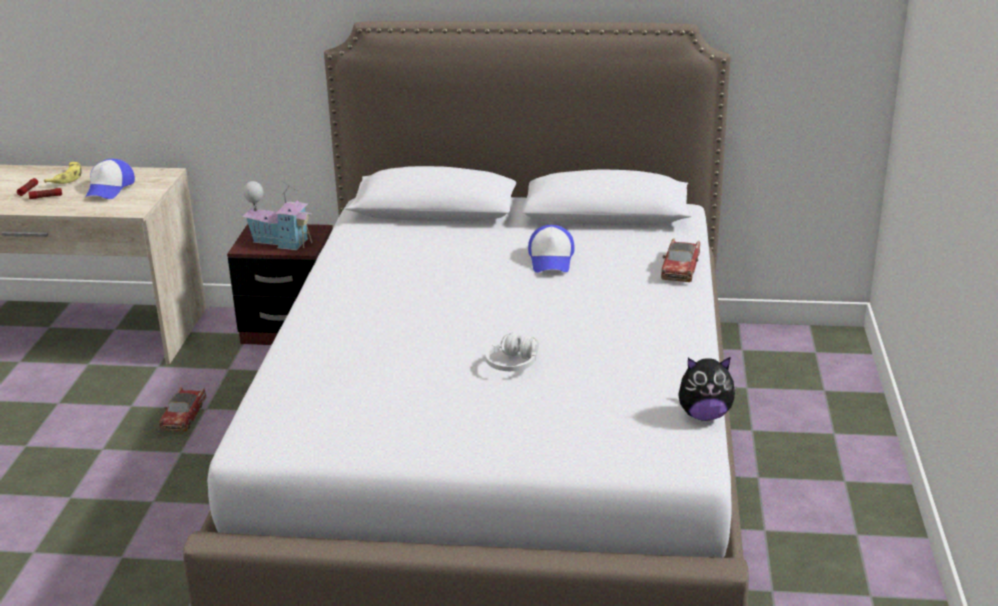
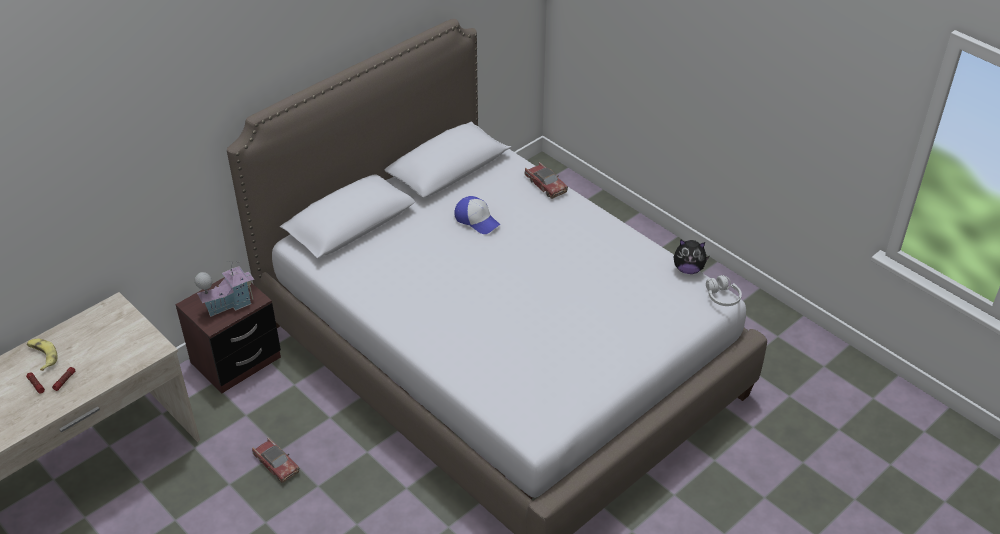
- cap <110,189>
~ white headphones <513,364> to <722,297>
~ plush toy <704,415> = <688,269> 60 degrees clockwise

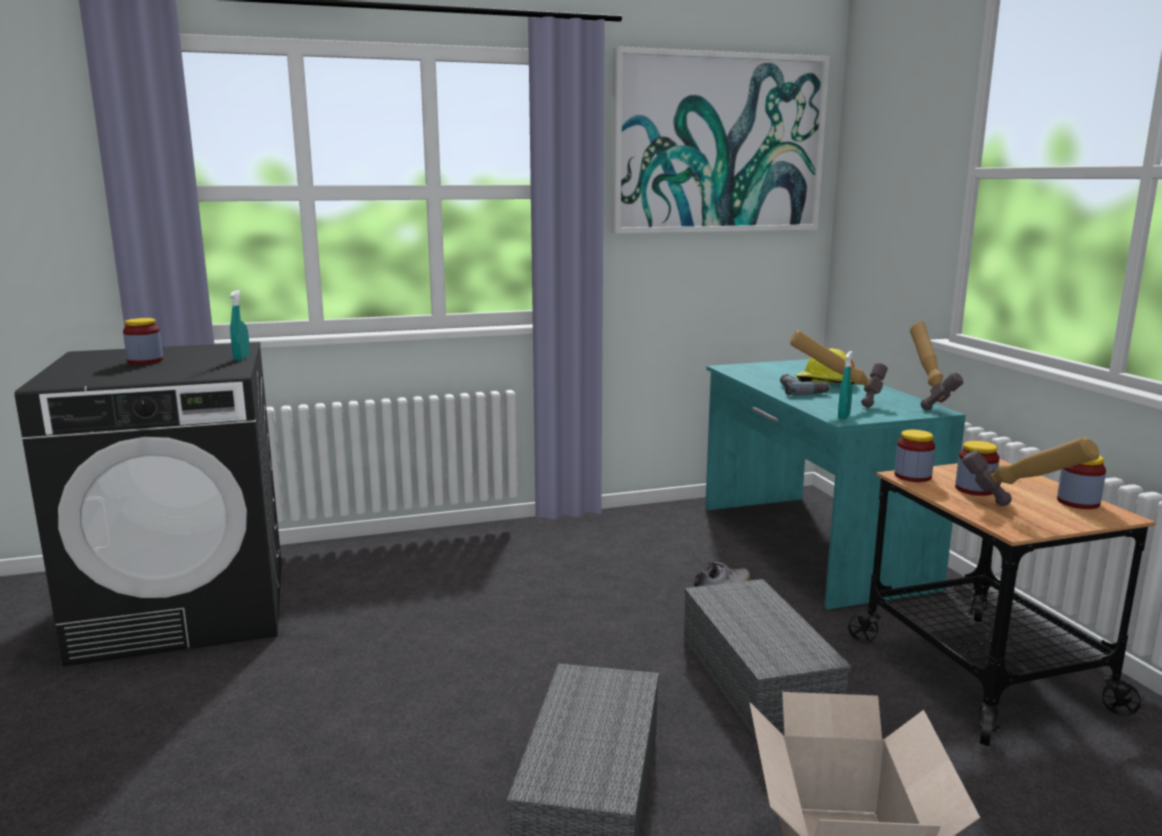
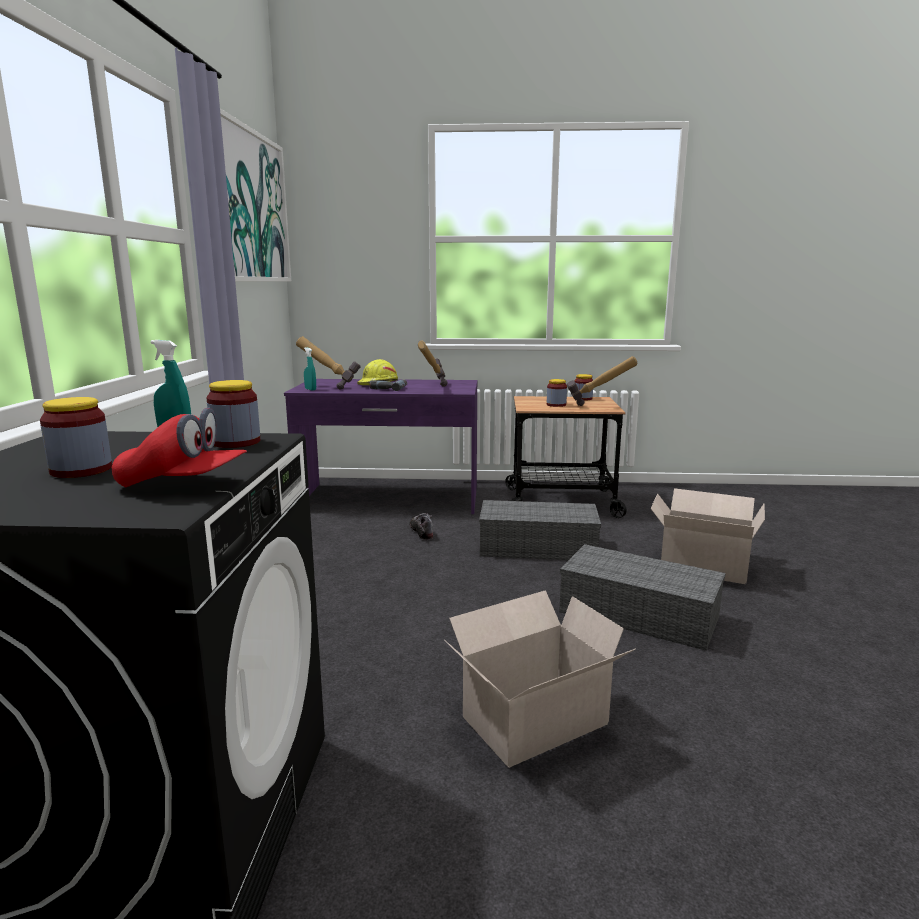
+ red cap <183,484>
+ cardboard box <531,721>
~ turquoise spray bottle <843,417> to <310,389>
~ jar <912,476> to <236,442>
~ hammer <929,403> to <329,387>
~ turquoise desk <809,545> to purple desk <389,498>

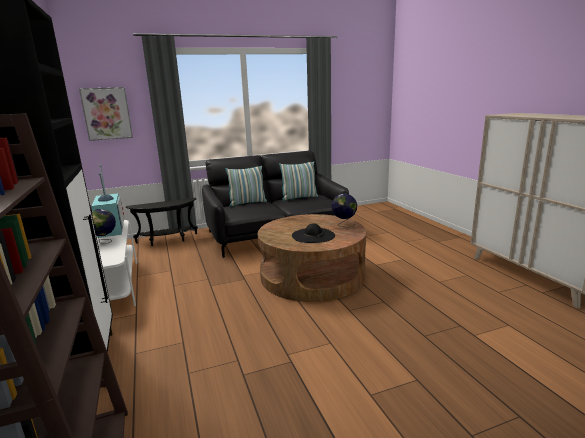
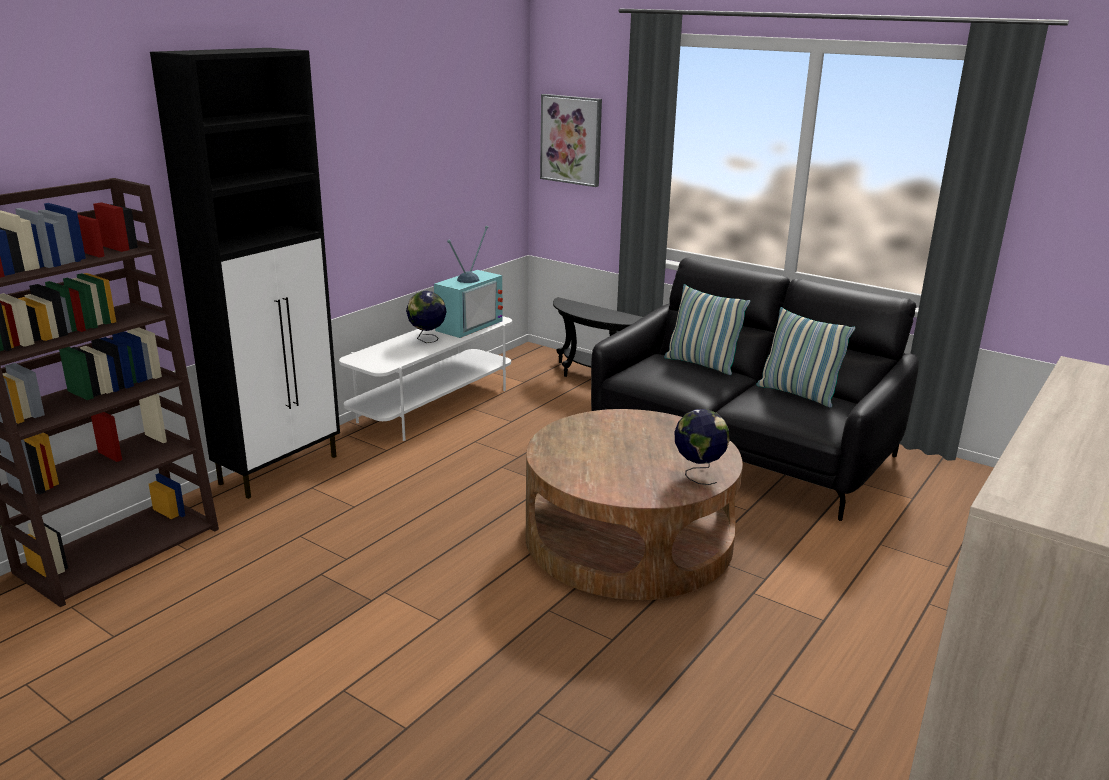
- black hat <313,235>

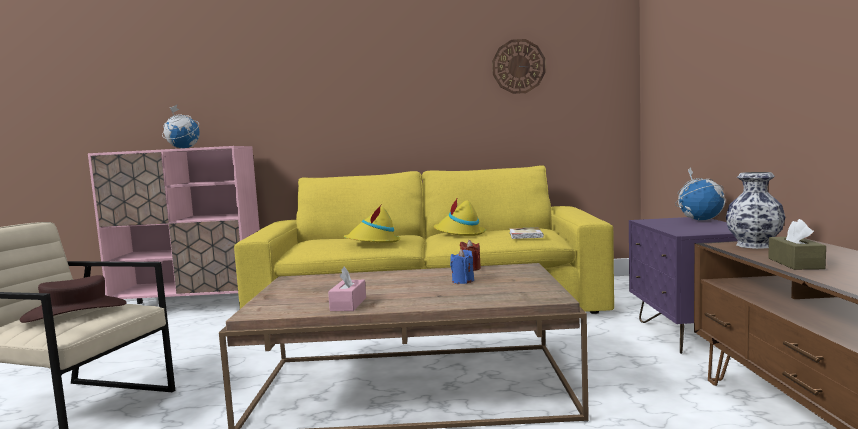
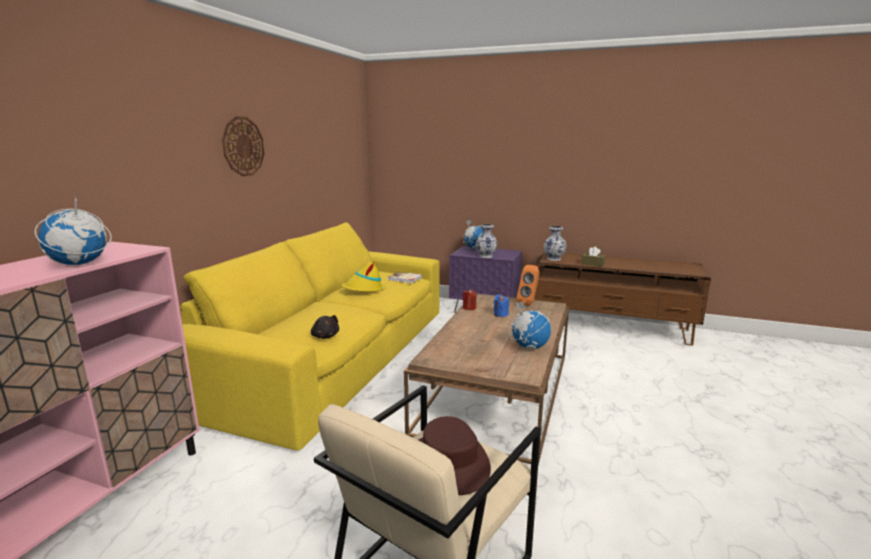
- yellow hat <373,242>
+ black plush toy <325,336>
+ vase <485,256>
+ orange speaker <529,303>
~ wall clock <518,66> to <243,146>
~ pink tissue box <348,304> to globe <529,347>

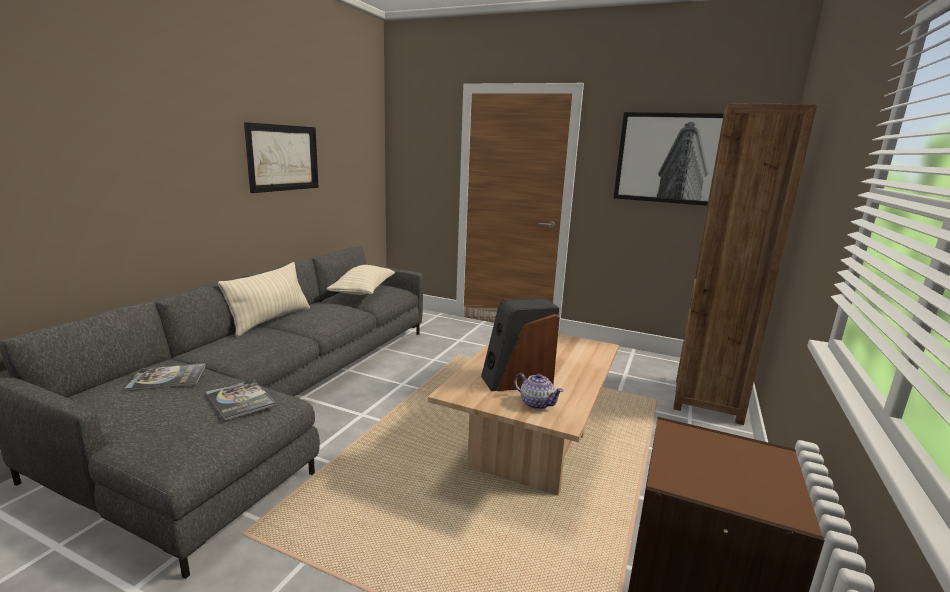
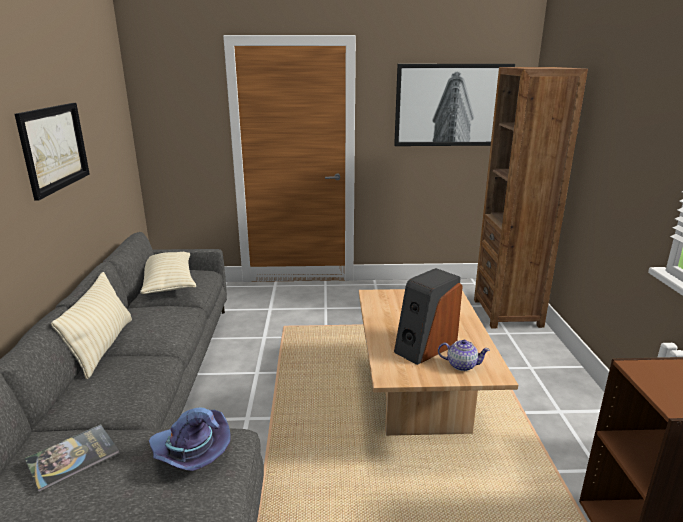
~ book <240,400> to purple hat <190,453>

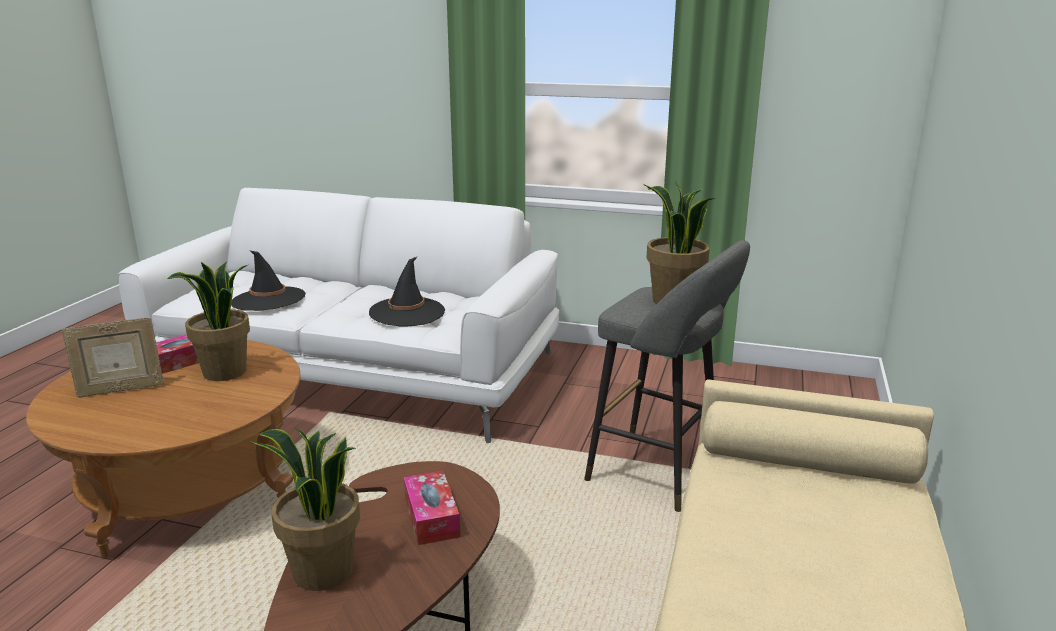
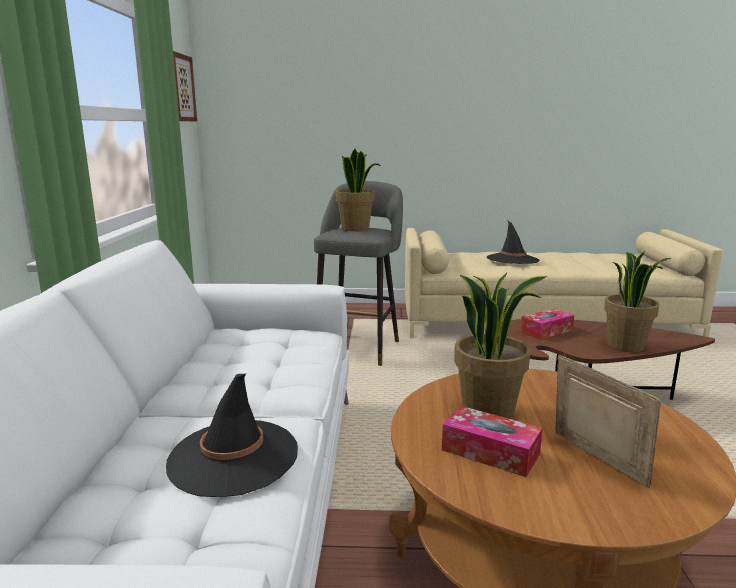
+ picture <180,88>
~ black hat <407,312> to <512,259>

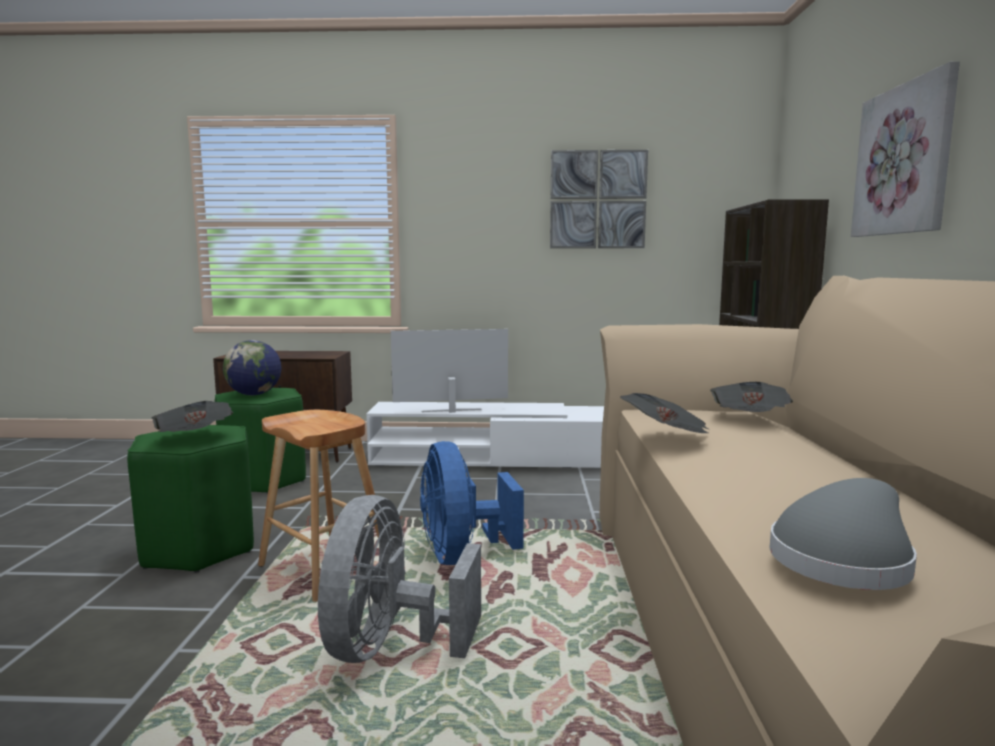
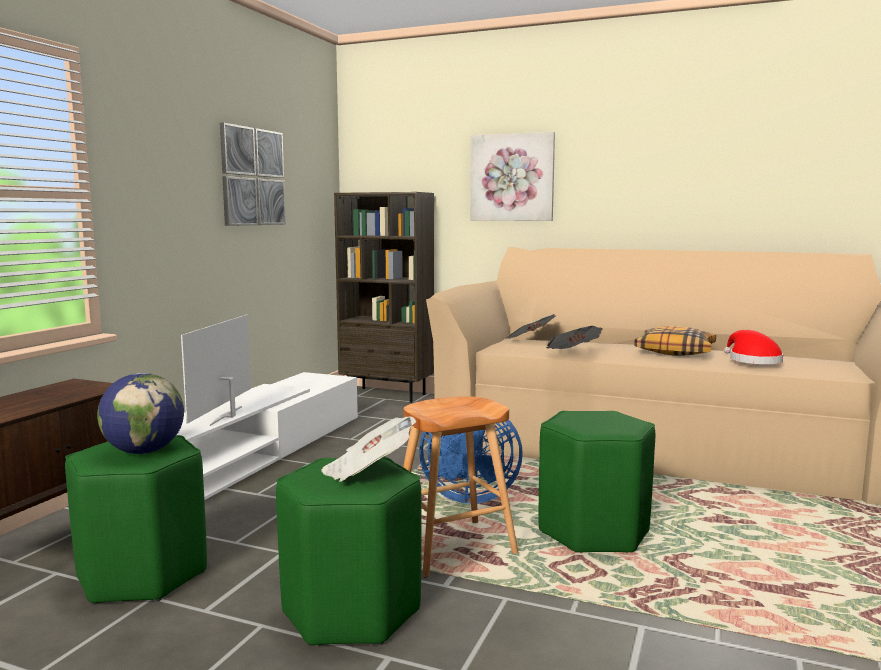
+ pillow <675,351>
~ grey fan <389,647> to green stool <595,532>
~ grey hat <843,559> to red hat <752,360>

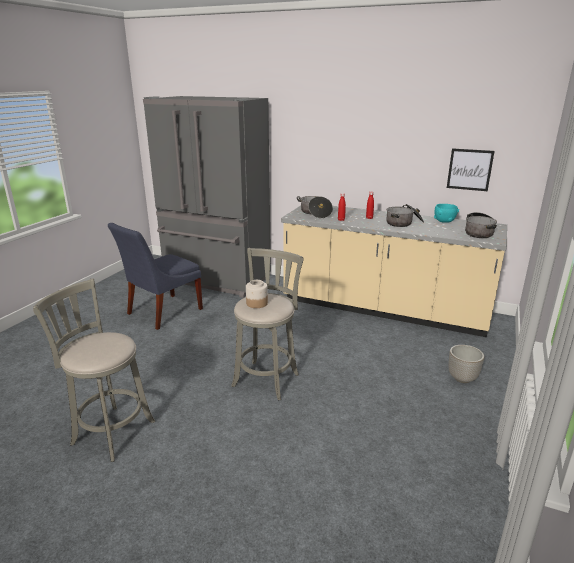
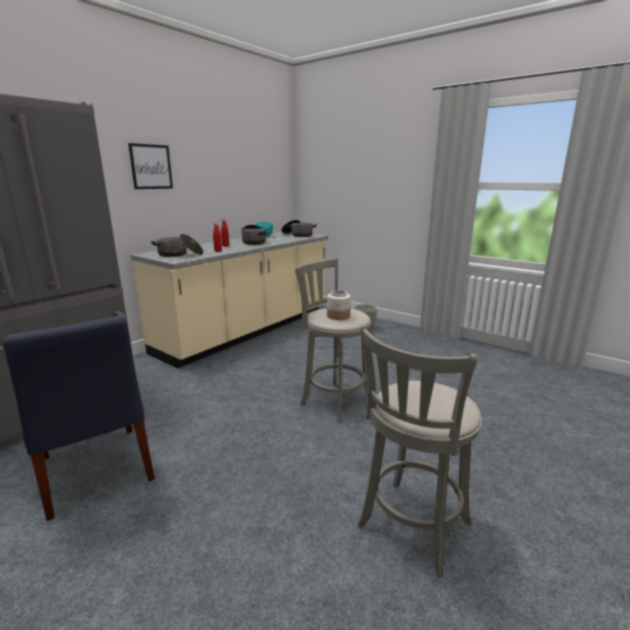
~ picture <469,169> to <151,167>

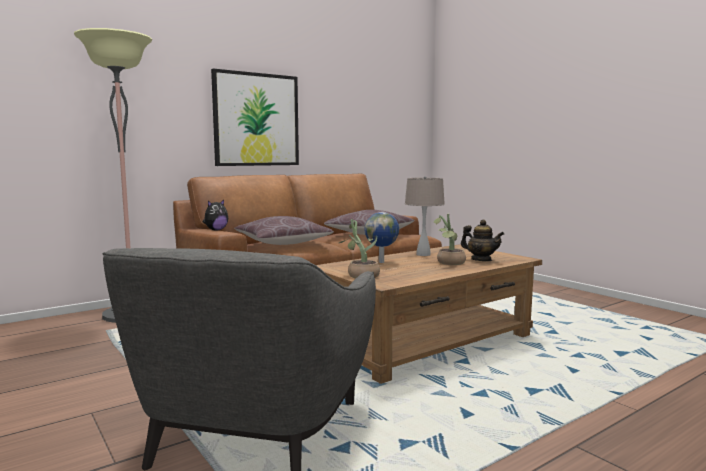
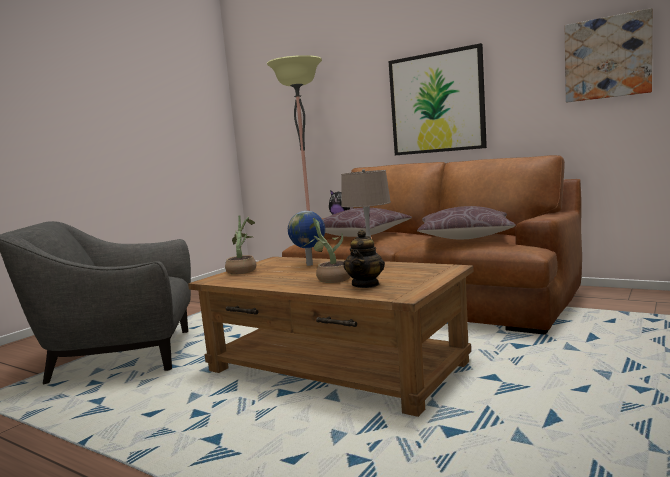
+ picture <607,58>

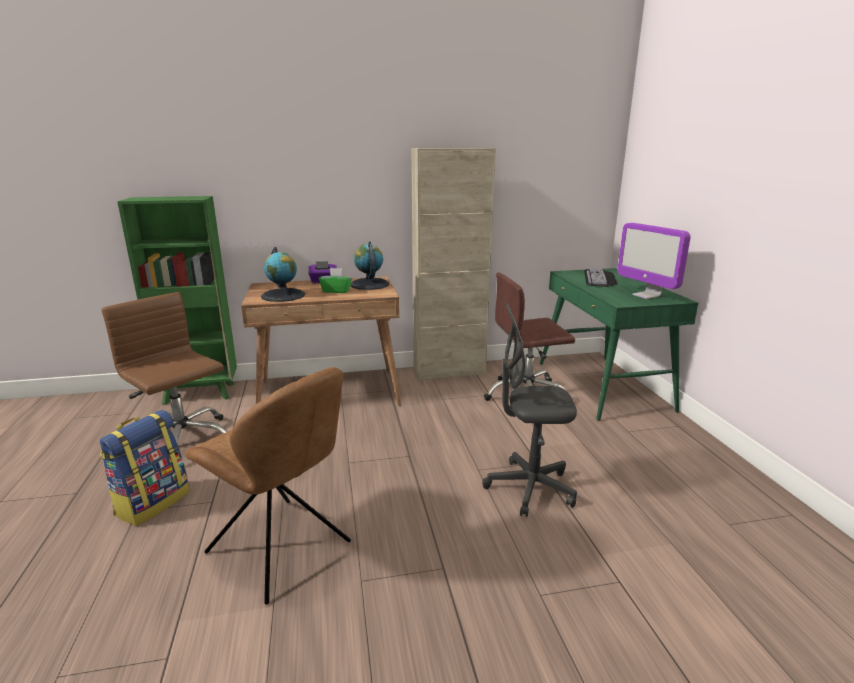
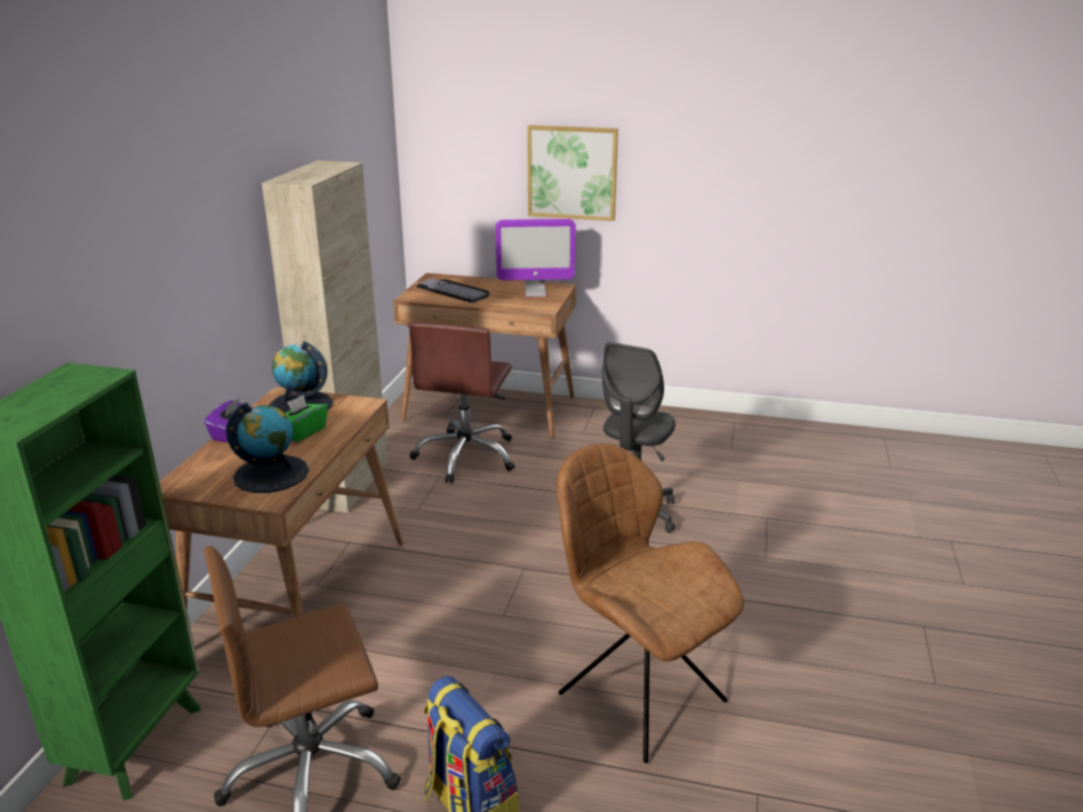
+ picture <572,172>
~ green desk <603,386> to brown desk <491,409>
~ brown chair <282,550> = <637,694> 105 degrees counterclockwise

